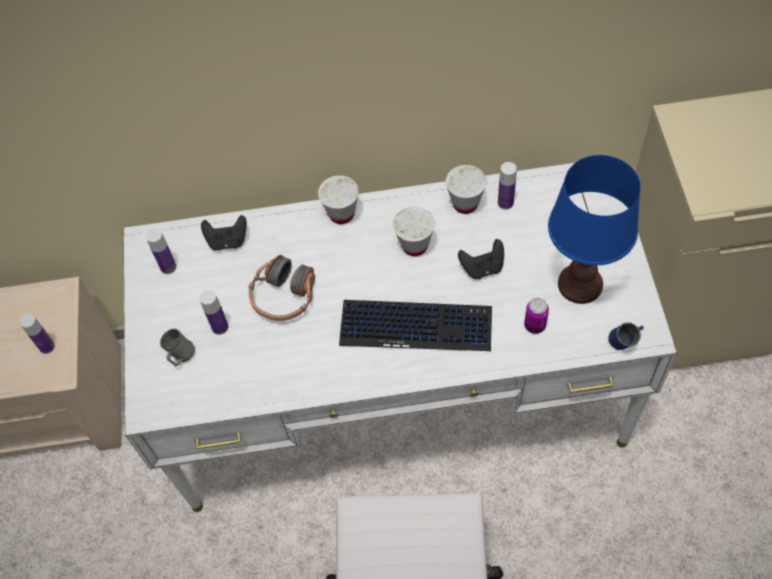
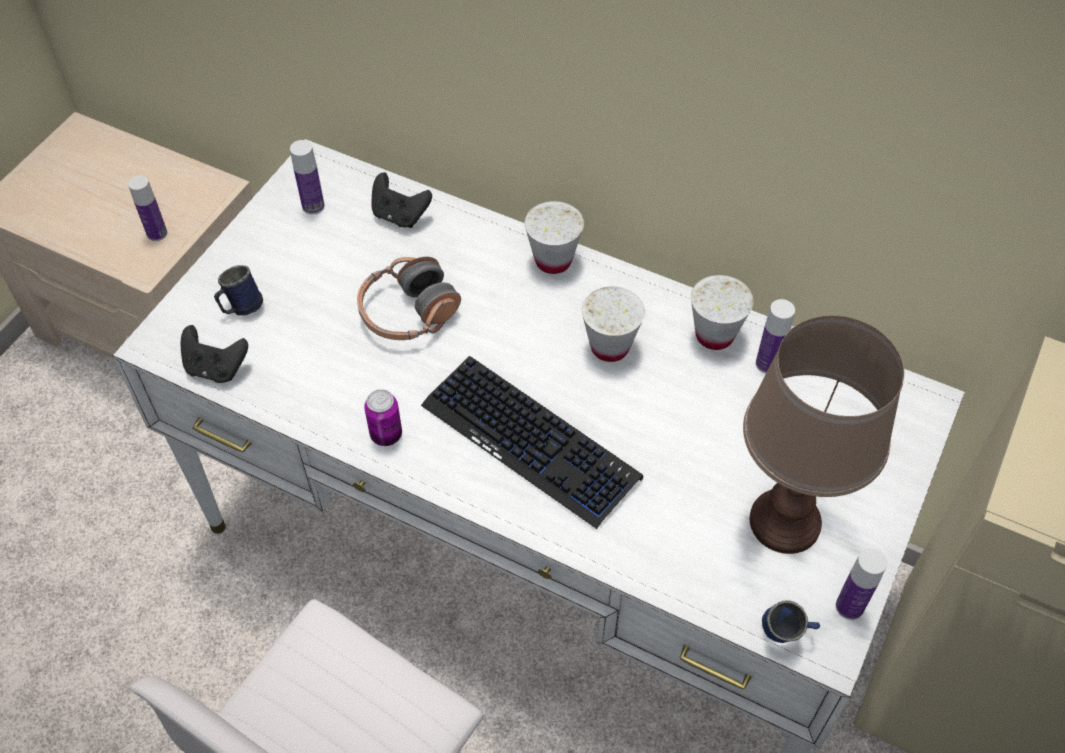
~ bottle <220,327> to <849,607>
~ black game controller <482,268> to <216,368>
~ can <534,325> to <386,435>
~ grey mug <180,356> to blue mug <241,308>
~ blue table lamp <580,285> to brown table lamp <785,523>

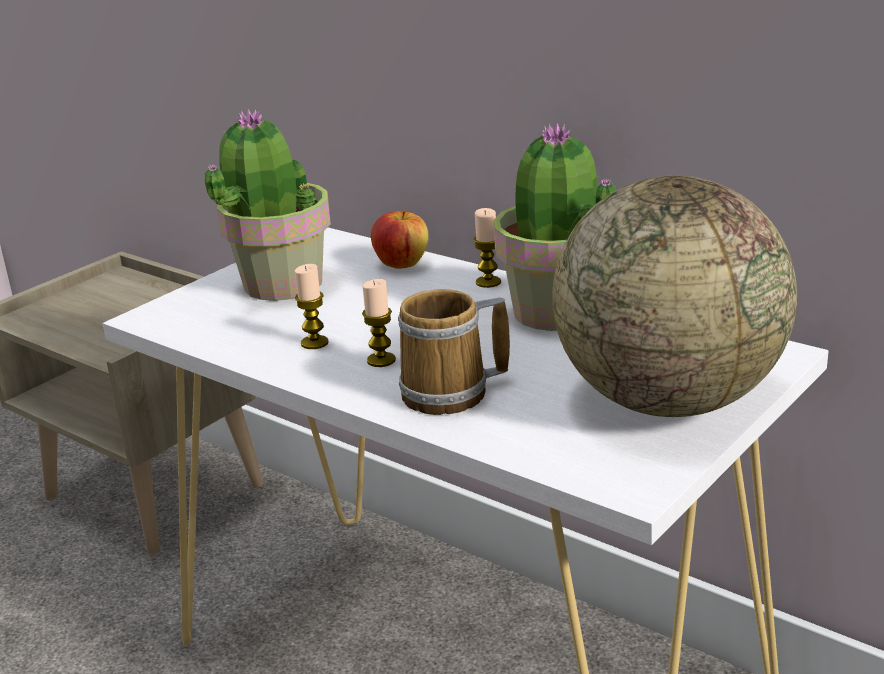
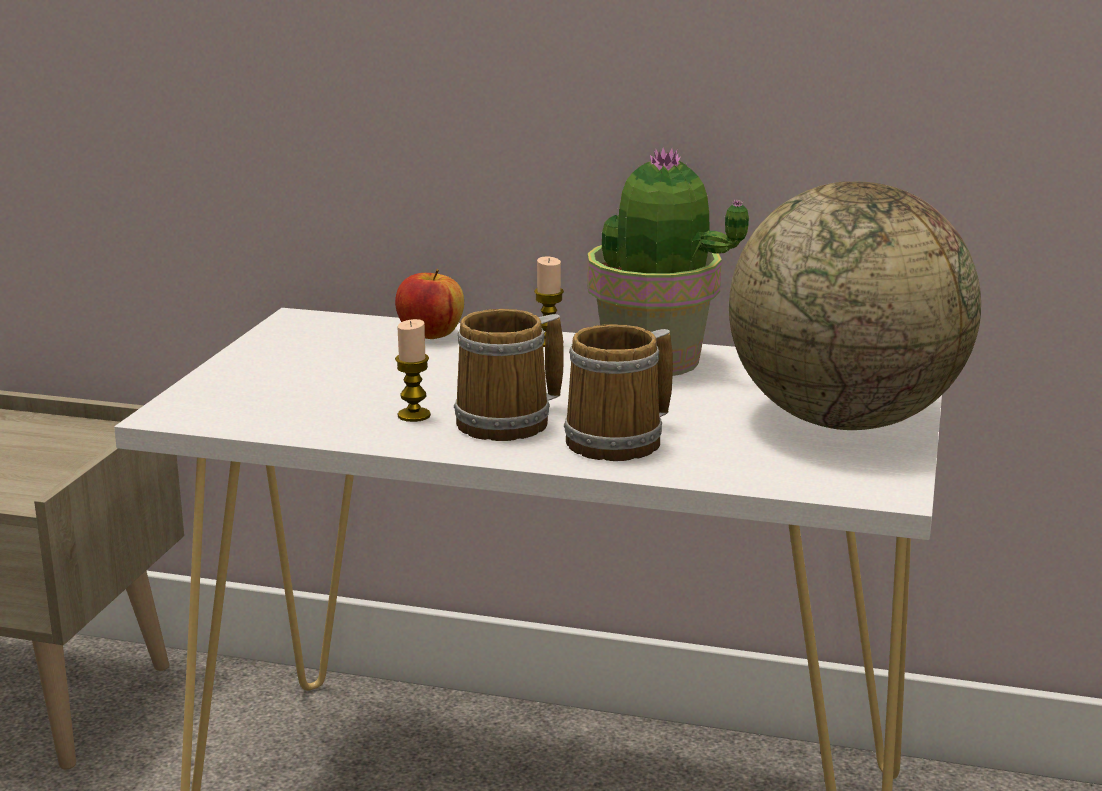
- potted plant <281,285>
~ candle <381,360> to mug <510,422>

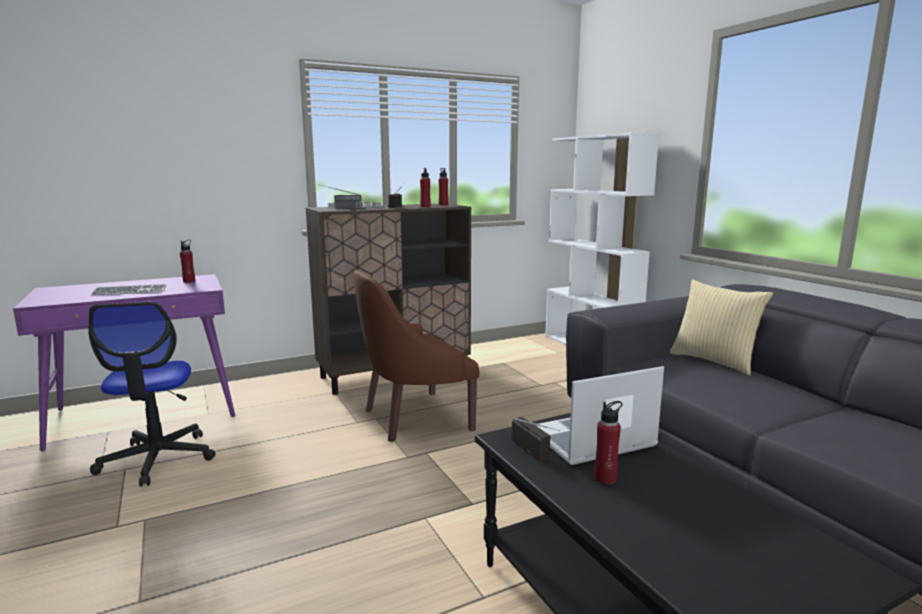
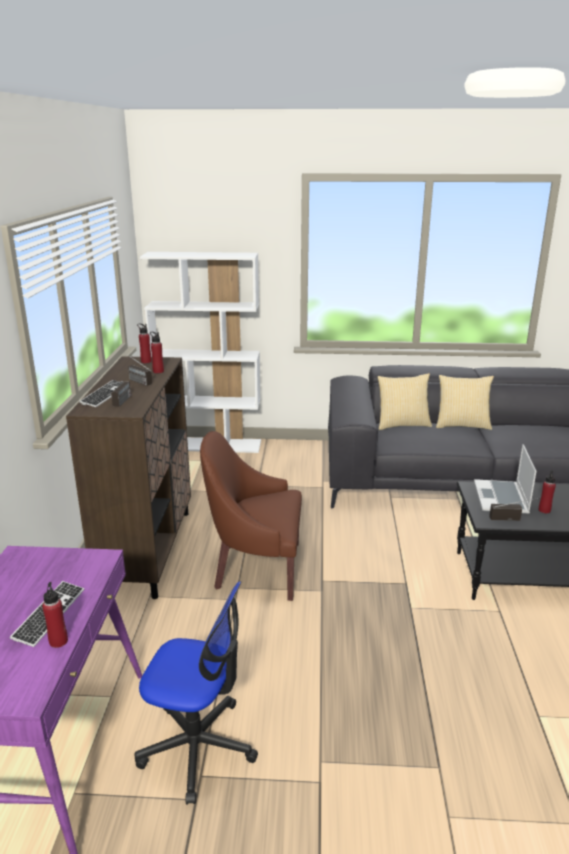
+ pillow <462,425>
~ red bottle <189,281> to <58,641>
~ brown armchair <414,418> = <256,568> 90 degrees clockwise

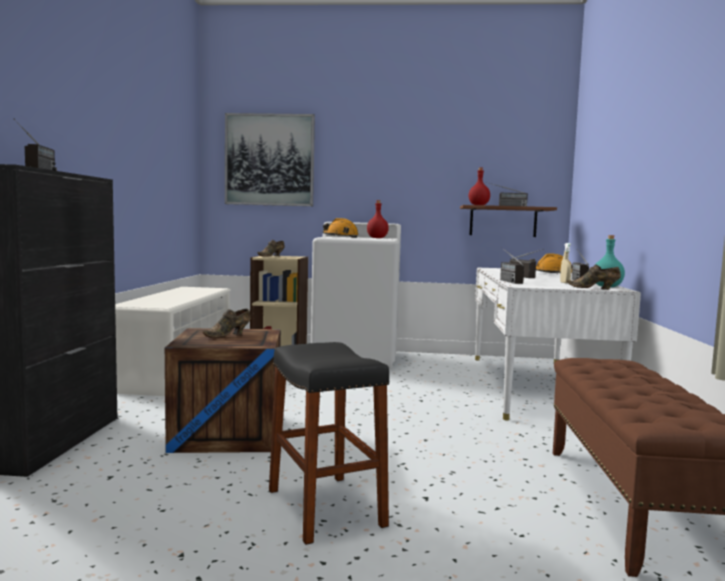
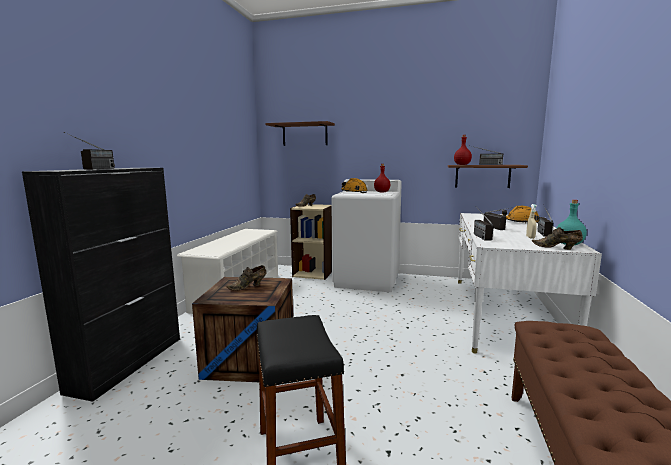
~ picture <269,160> to shelf <305,135>

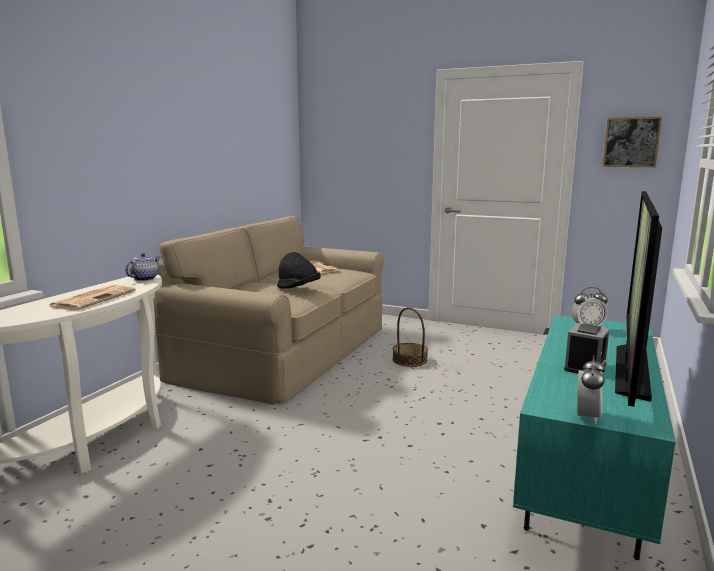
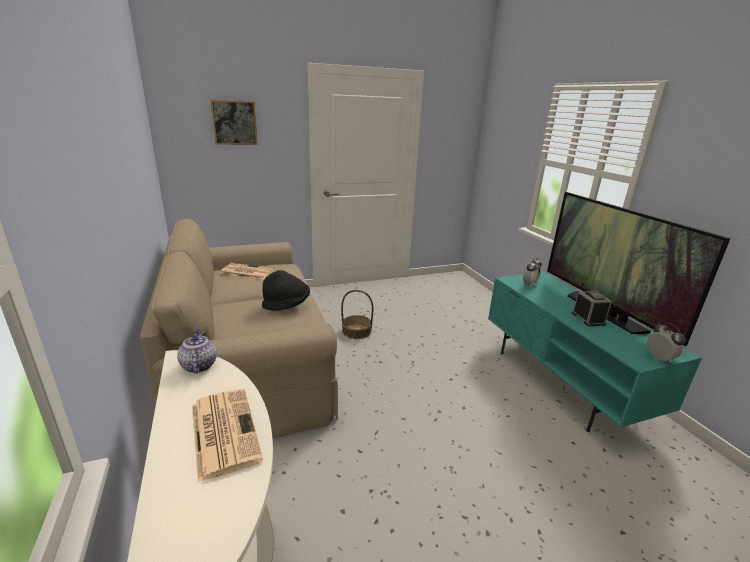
~ picture <631,142> to <234,122>

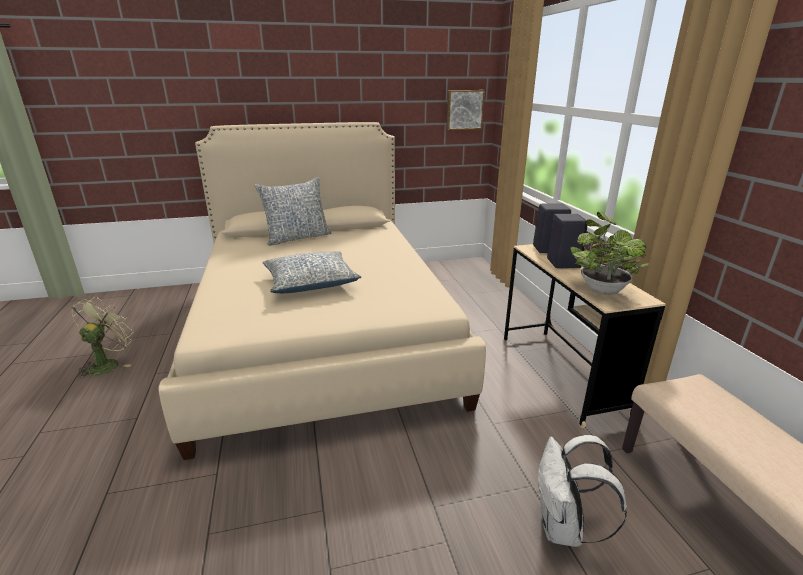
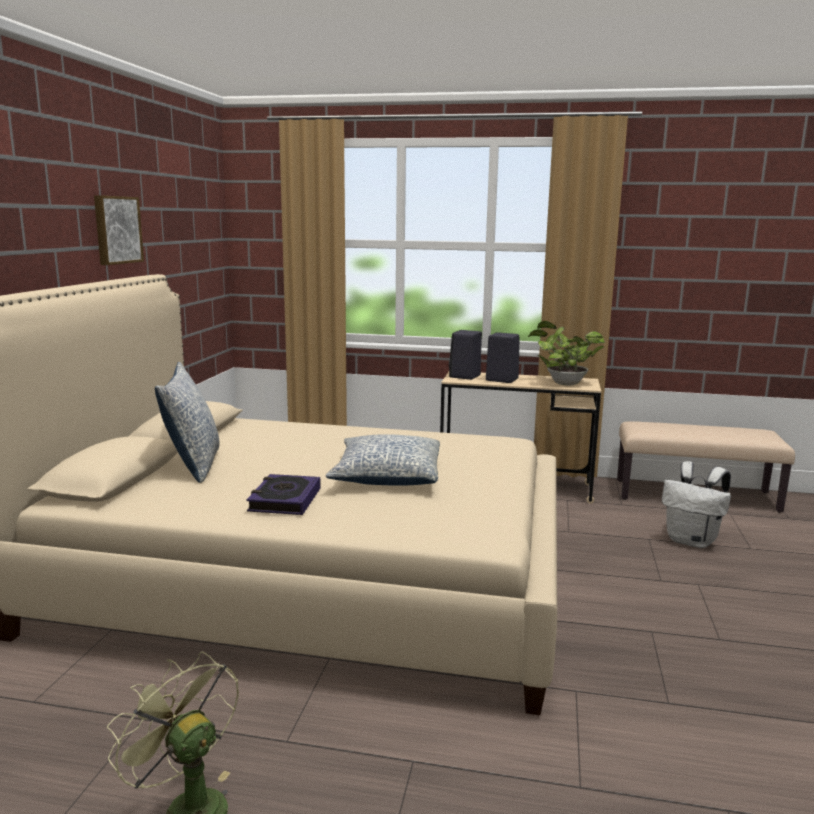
+ book <284,500>
~ picture <464,109> to <116,230>

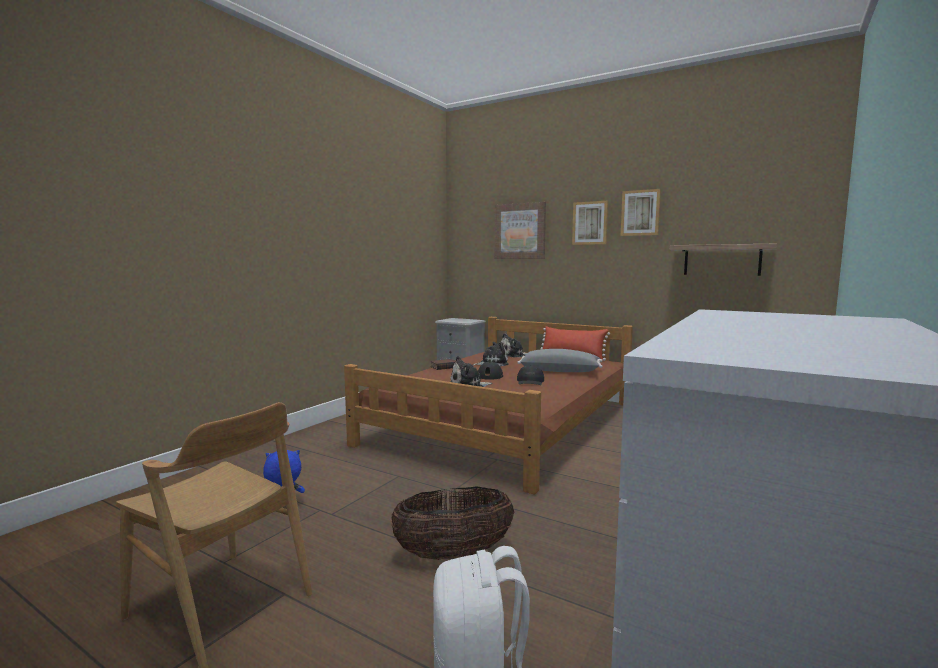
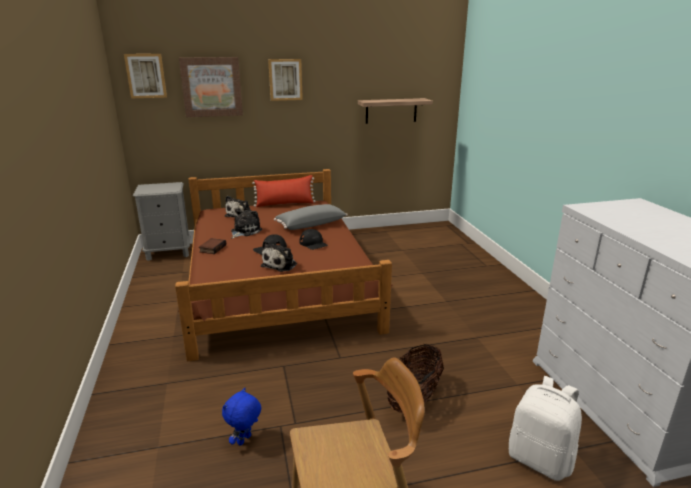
~ picture <640,213> to <146,76>

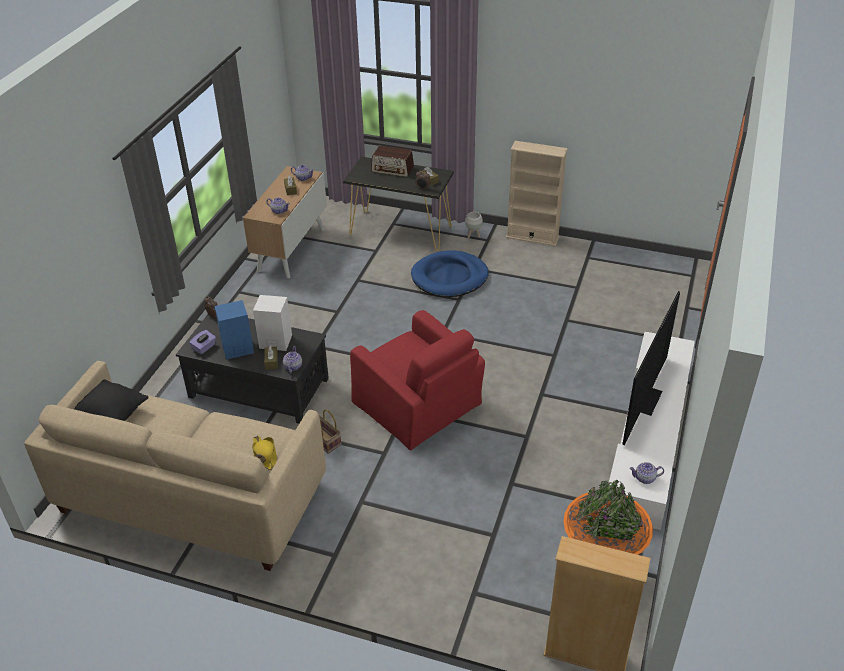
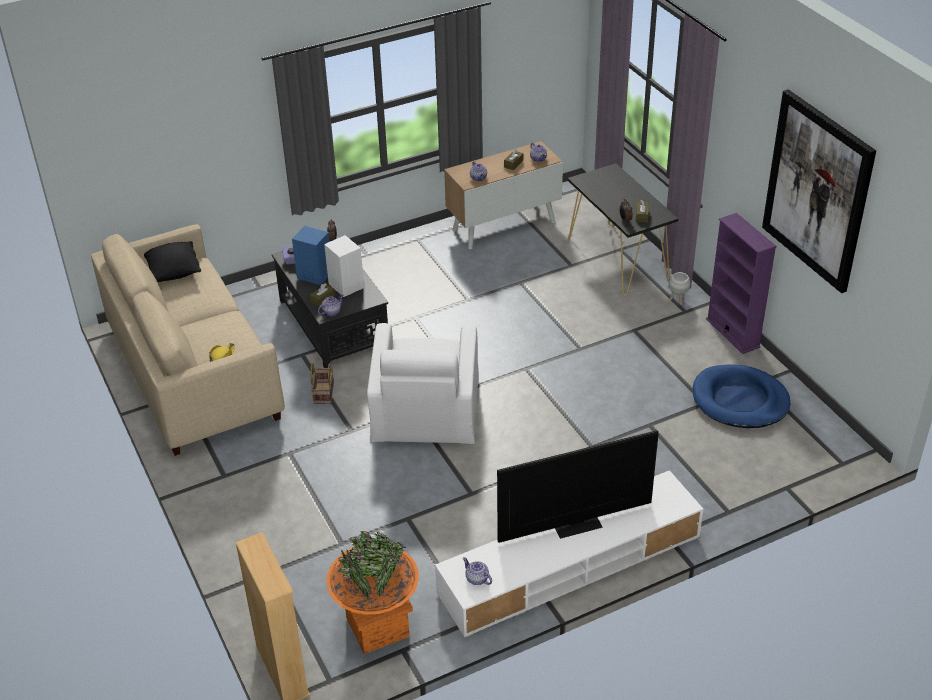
- radio <392,169>
+ picture <817,191>
~ blue dog bed <449,277> to <740,400>
~ red armchair <418,404> to white armchair <426,411>
~ beige bookcase <532,237> to purple bookcase <732,333>

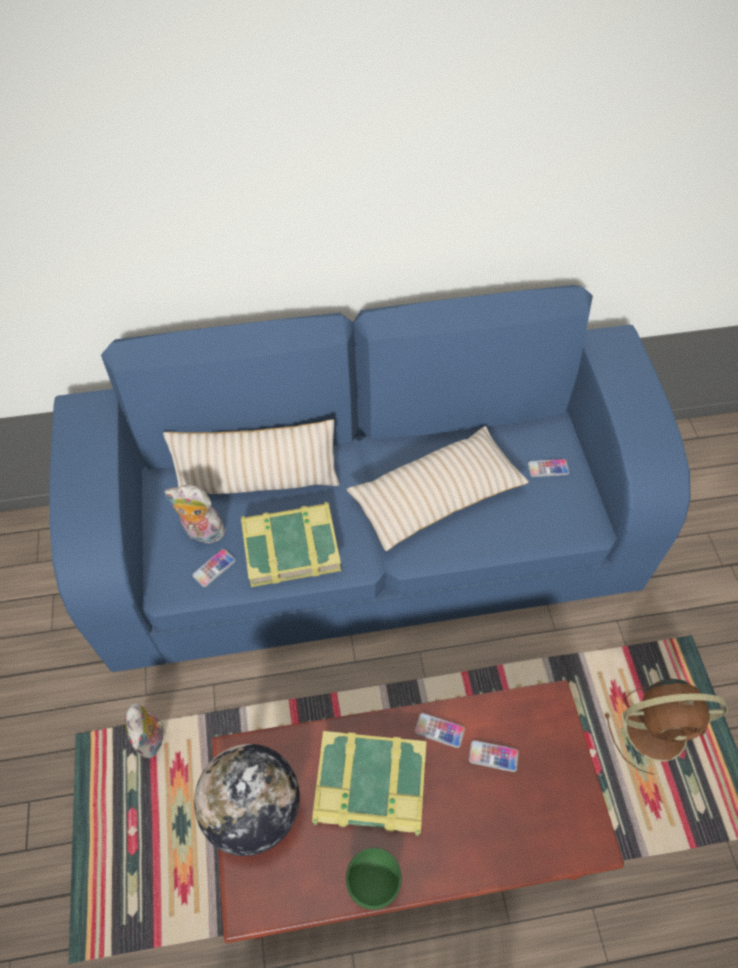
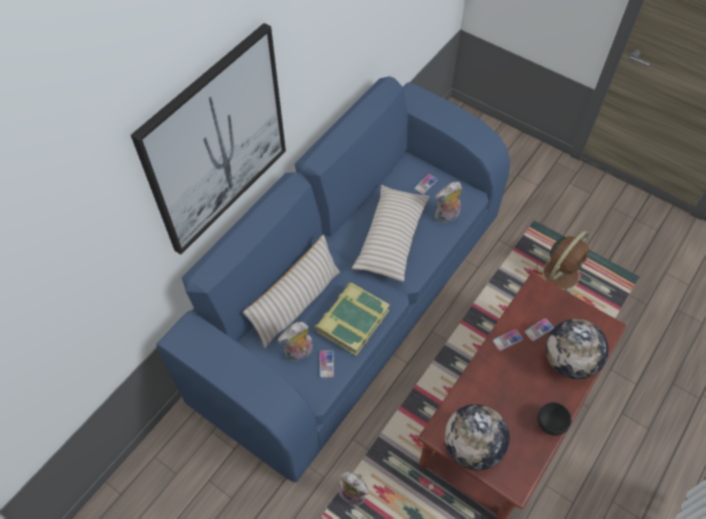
- book <370,786>
+ picture <217,142>
+ plush toy <446,217>
+ globe <569,361>
~ green bowl <372,882> to black bowl <550,424>

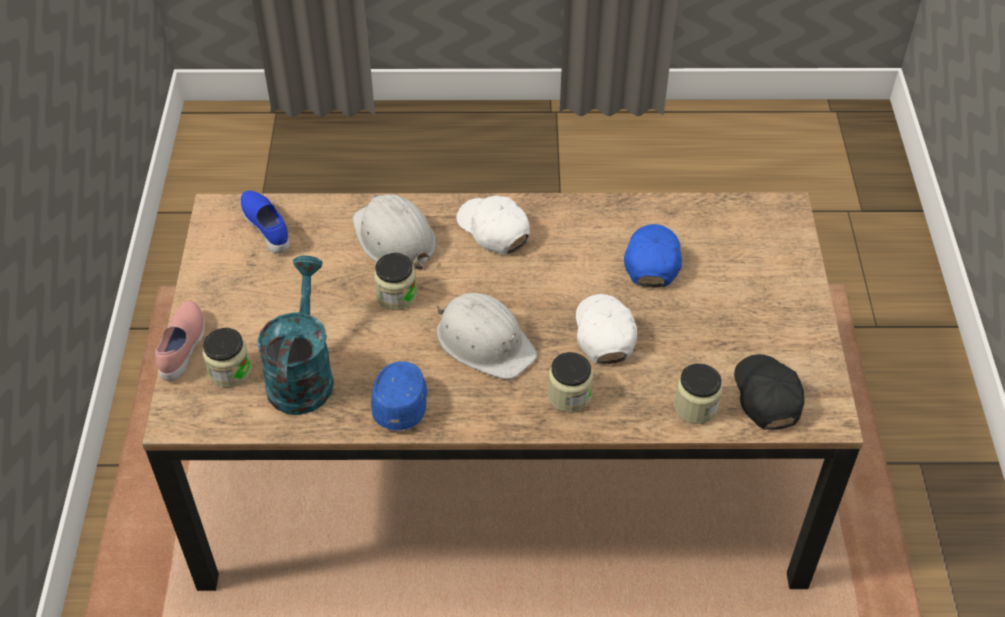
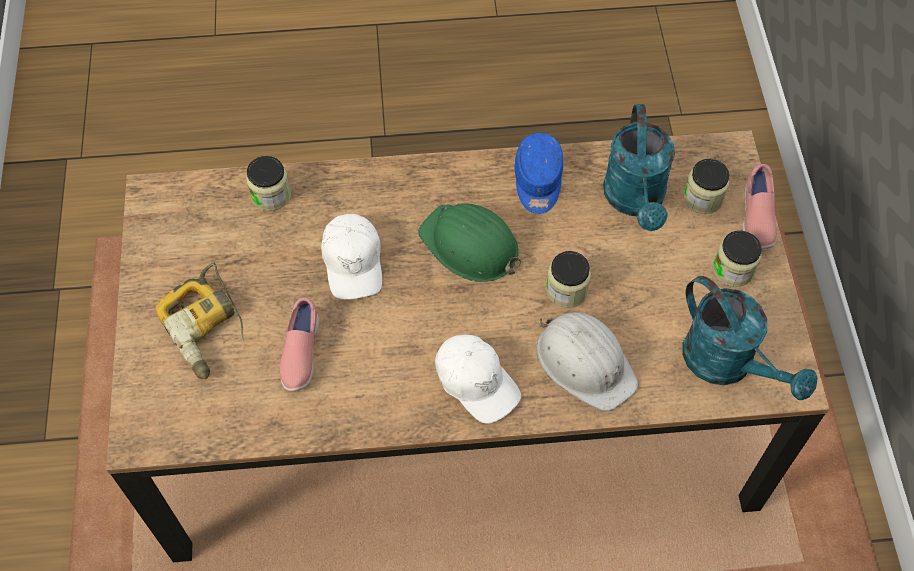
- black cap <767,397>
+ power drill <208,328>
~ jar <569,395> to <733,270>
~ blue shoe <267,228> to turquoise watering can <728,364>
~ blue cap <652,261> to pink shoe <300,354>
~ white hard hat <484,341> to green hard hat <470,246>

